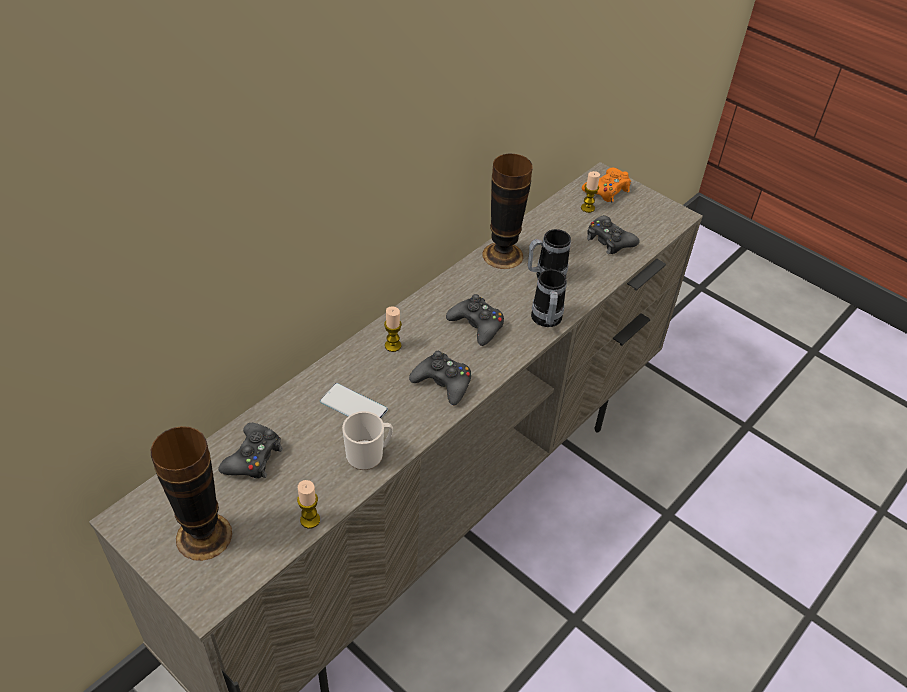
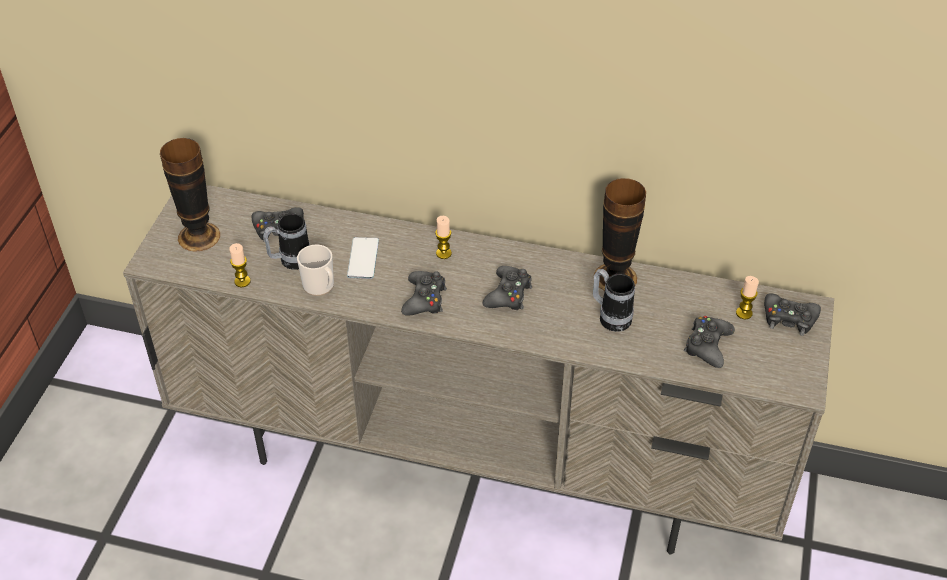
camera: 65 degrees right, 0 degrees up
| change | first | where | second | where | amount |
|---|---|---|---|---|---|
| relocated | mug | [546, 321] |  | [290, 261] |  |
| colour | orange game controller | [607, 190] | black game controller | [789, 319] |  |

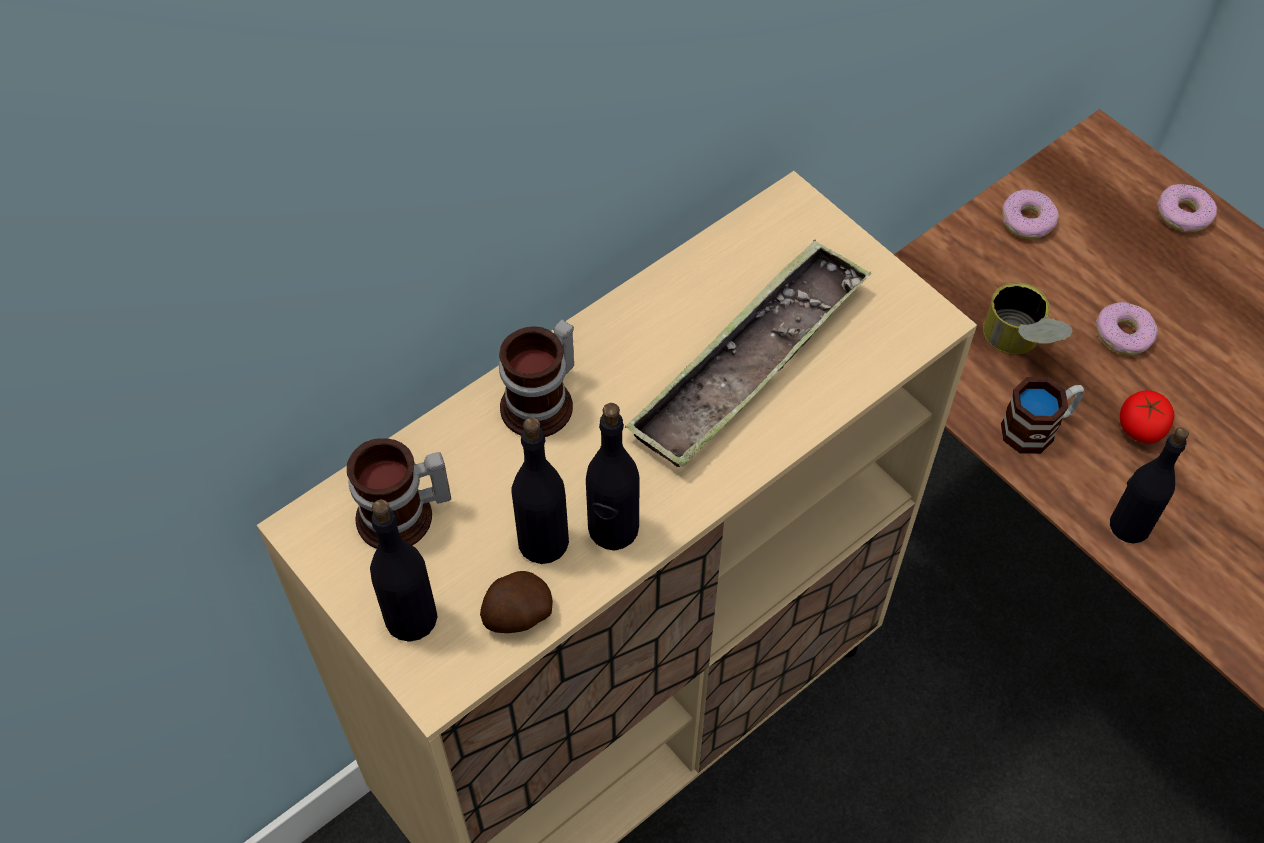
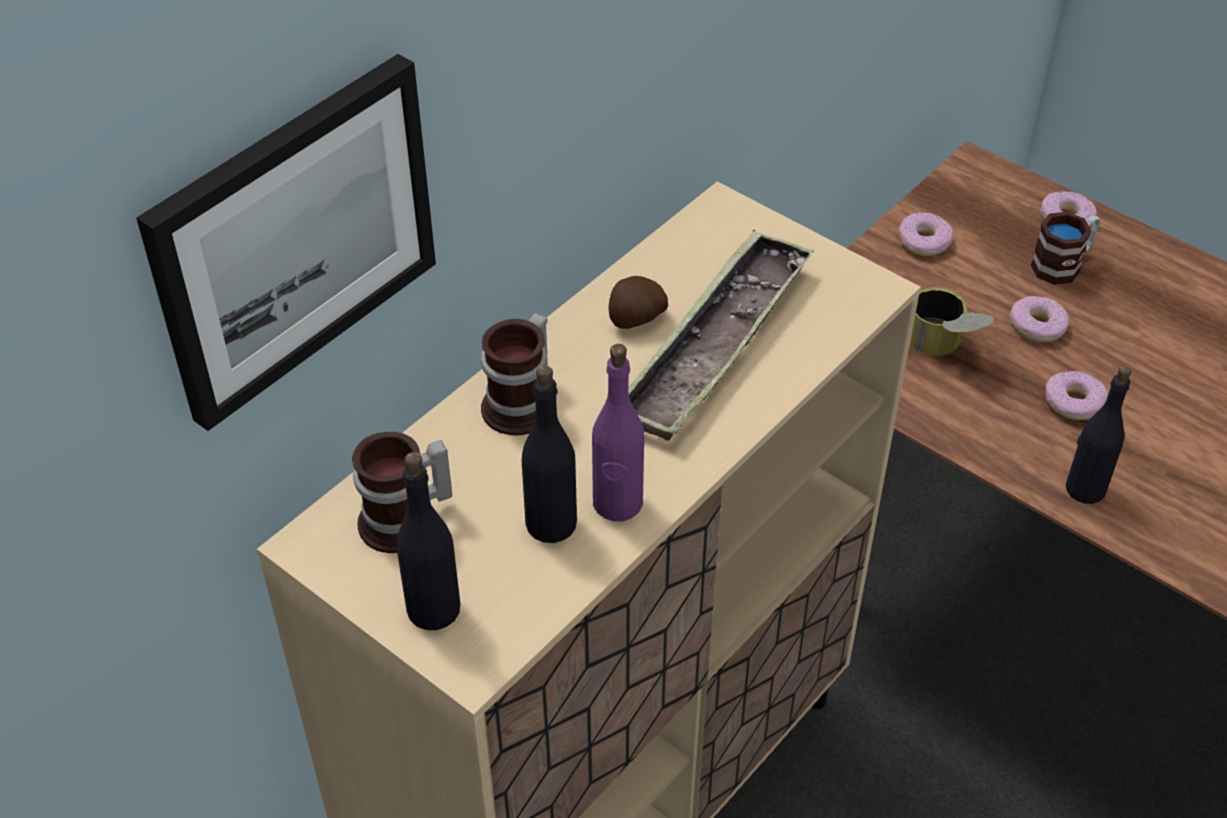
camera: 10 degrees left, 10 degrees down
| change | first | where | second | where | amount |
|---|---|---|---|---|---|
| relocated | potato | [516, 615] |  | [635, 319] |  |
| colour | black bottle | [613, 529] | purple bottle | [617, 503] |  |
| relocated | mug | [1037, 428] |  | [1063, 264] |  |
| exchanged | tomato | [1141, 427] | donut | [1073, 403] |  |
| appeared |  |  | picture | [294, 238] |  |

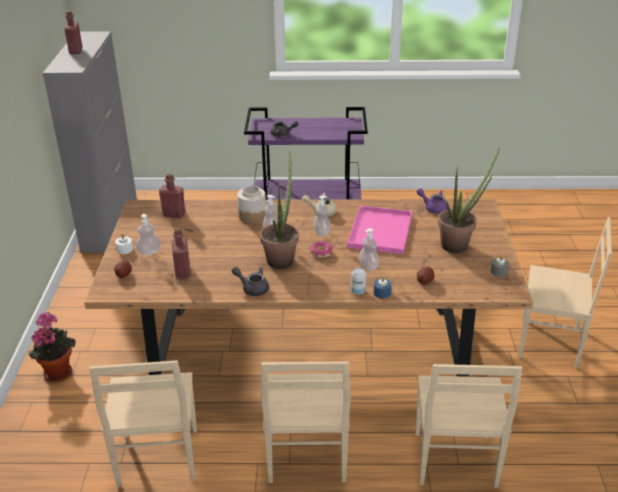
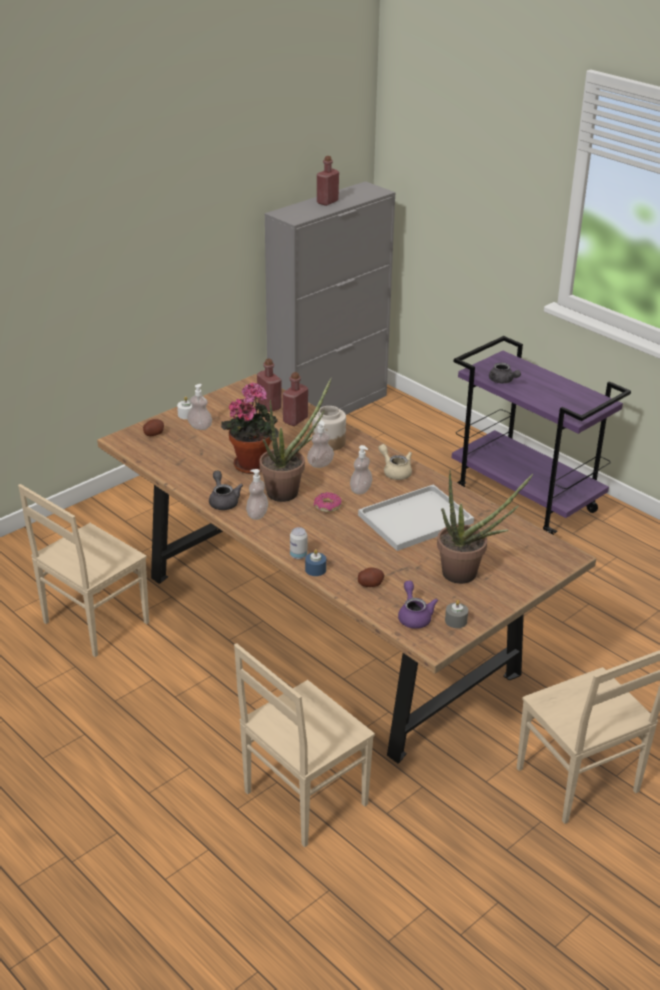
camera: 45 degrees right, 0 degrees up
| change | first | where | second | where | amount |
|---|---|---|---|---|---|
| relocated | potted plant | [58, 372] |  | [253, 464] |  |
| relocated | red bottle | [182, 272] |  | [295, 420] |  |
| missing | beige chair | [305, 457] |  |  |  |
| colour | pink tray | [381, 232] | white tray | [414, 520] |  |
| relocated | soap dispenser | [368, 266] |  | [257, 514] |  |
| relocated | purple teapot | [433, 208] |  | [414, 616] |  |

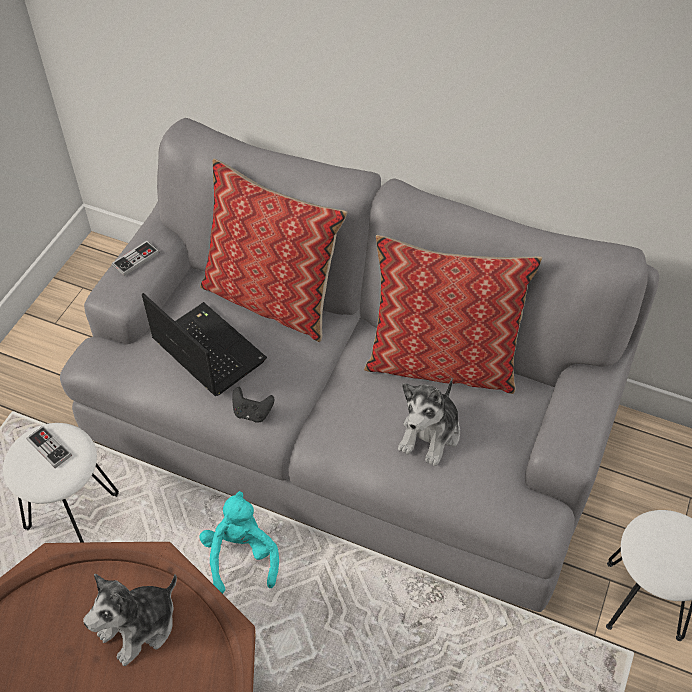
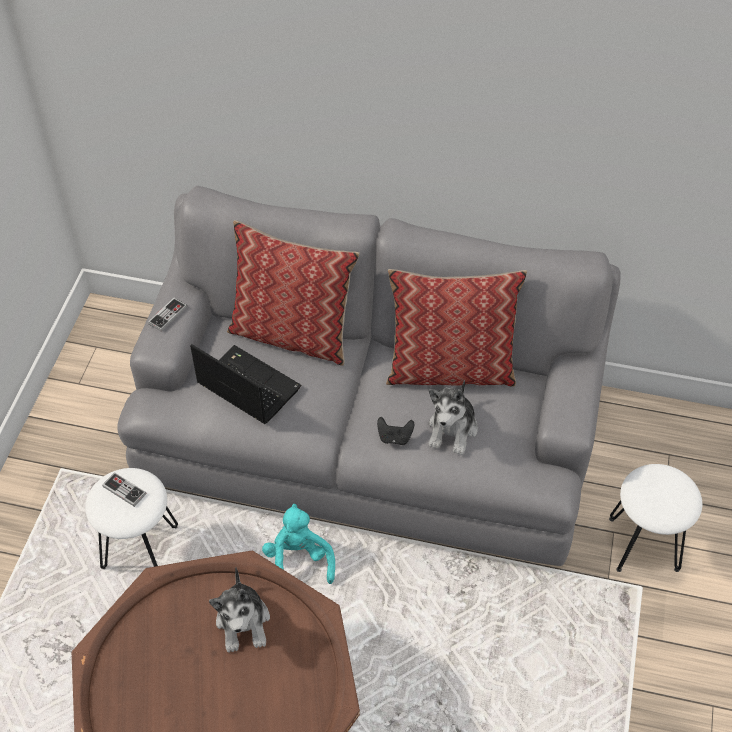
camera: 10 degrees left, 0 degrees up
| change | first | where | second | where | amount |
|---|---|---|---|---|---|
| spun | plush toy | [140, 626] |  | [243, 622] | 45 degrees counterclockwise |
| relocated | black game controller | [252, 413] |  | [394, 437] |  |

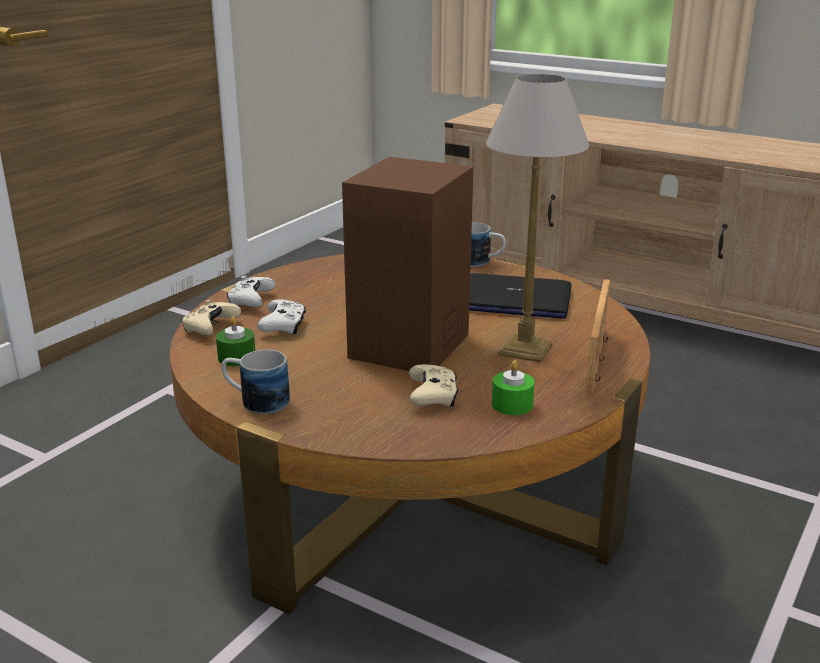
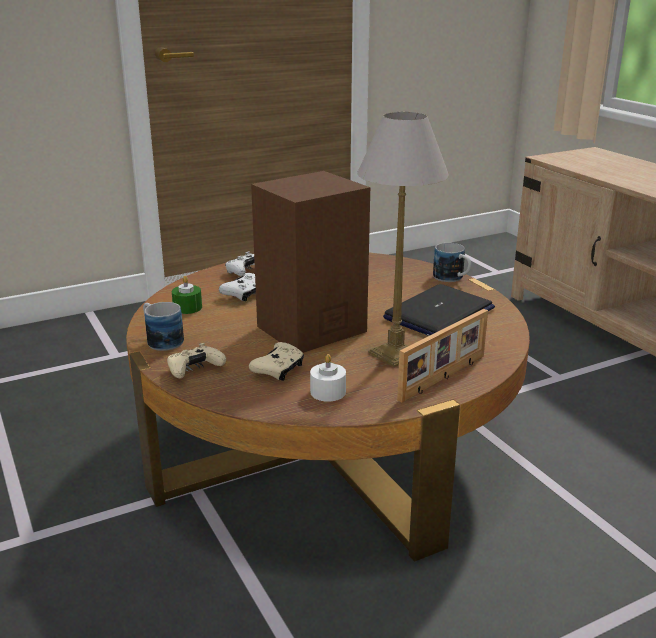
camera: 30 degrees right, 0 degrees up
| change | first | where | second | where | amount |
|---|---|---|---|---|---|
| relocated | beige game controller | [210, 327] |  | [194, 370] |  |
| spun | laptop | [513, 300] |  | [439, 314] | 90 degrees counterclockwise |
| colour | green candle | [512, 404] | white candle | [328, 392] |  |

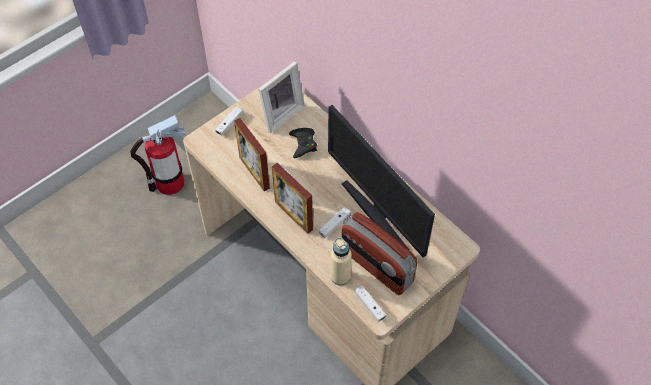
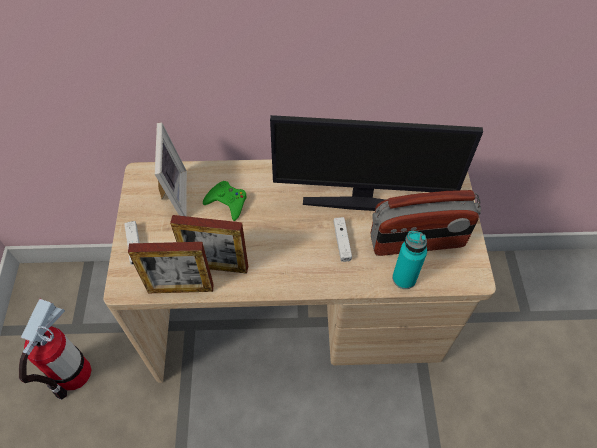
camera: 50 degrees left, 0 degrees up
| change | first | where | second | where | amount |
|---|---|---|---|---|---|
| relocated | picture frame | [293, 216] |  | [180, 288] |  |
| colour | black game controller | [303, 144] | green game controller | [227, 202] |  |
| colour | beige bottle | [340, 276] | turquoise bottle | [404, 278] |  |
| missing | white game controller | [369, 305] |  |  |  |

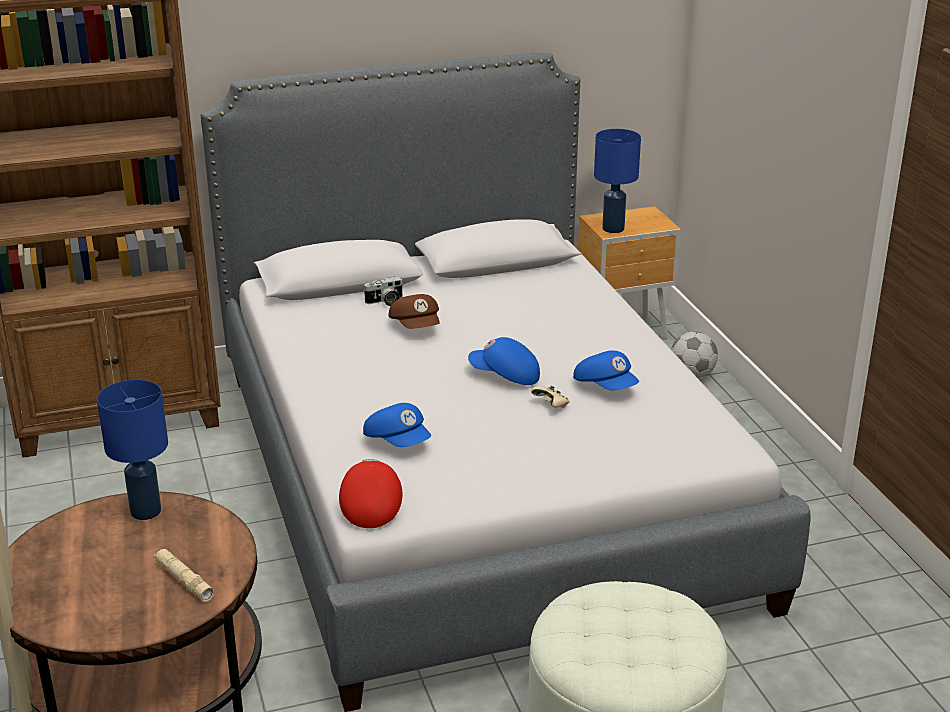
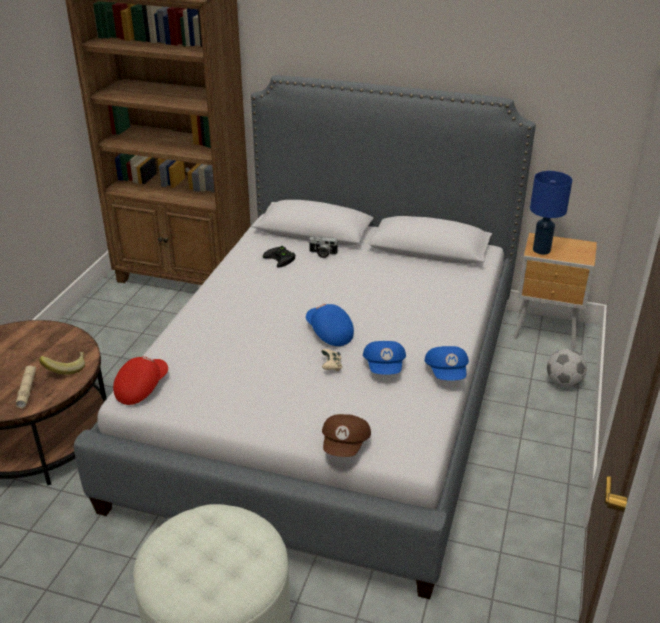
camera: 35 degrees right, 5 degrees up
| change | first | where | second | where | amount |
|---|---|---|---|---|---|
| missing | blue table lamp | [146, 510] |  |  |  |
| relocated | blue cap | [398, 441] |  | [447, 373] |  |
| relocated | brown cap | [416, 327] |  | [346, 445] |  |
| appeared |  |  | banana | [66, 369] |  |
| appeared |  |  | black game controller | [281, 259] |  |

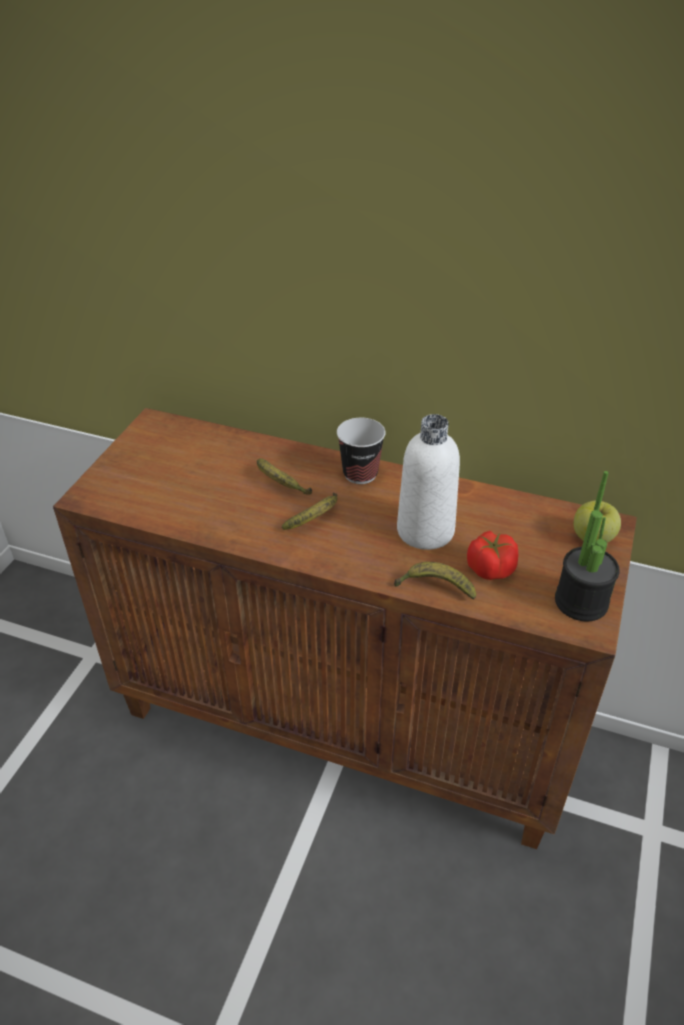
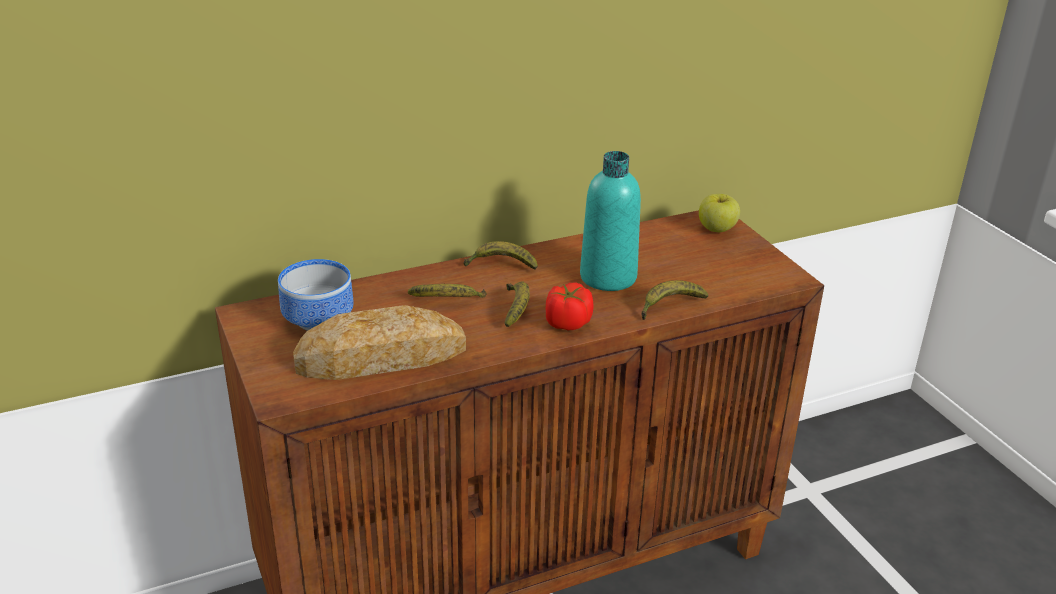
camera: 45 degrees left, 10 degrees down
| change | first | where | second | where | amount |
|---|---|---|---|---|---|
| exchanged | cup | [360, 474] | banana | [501, 265] |  |
| colour | white bottle | [425, 531] | turquoise bottle | [608, 277] |  |
| relocated | tomato | [490, 569] |  | [567, 323] |  |
| missing | potted plant | [581, 602] |  |  |  |
| appeared |  |  | bowl | [316, 321] |  |
| appeared |  |  | bread | [381, 357] |  |

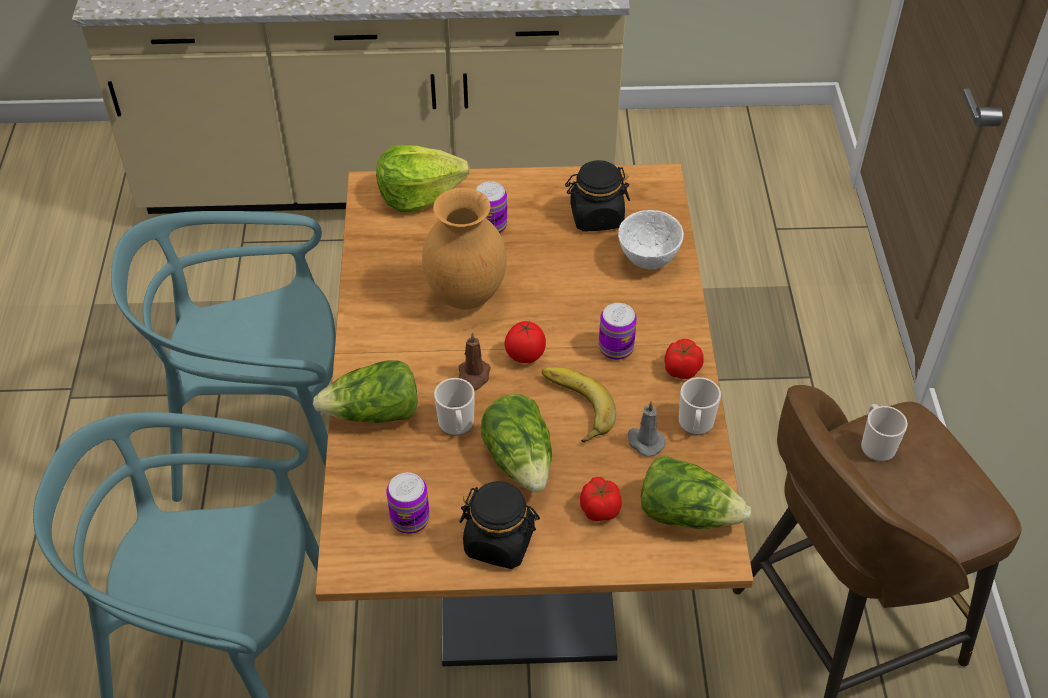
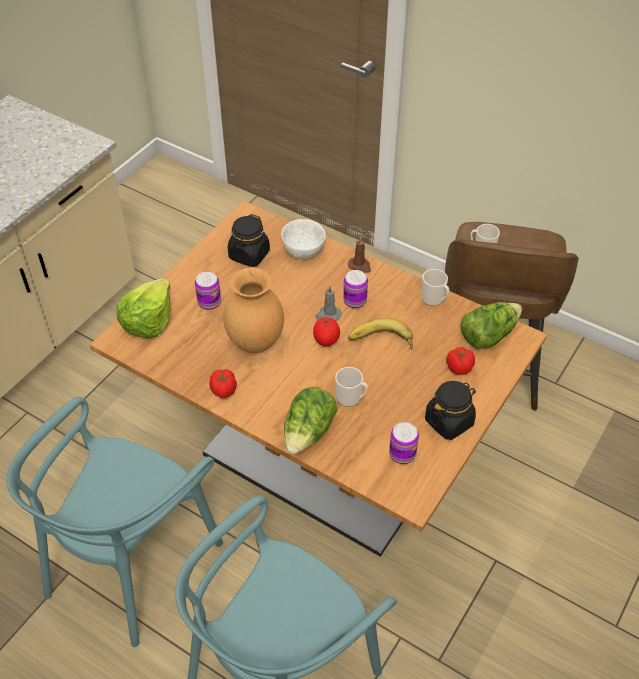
camera: 55 degrees left, 0 degrees up
| change | first | where | second | where | amount |
|---|---|---|---|---|---|
| relocated | brown candle | [474, 376] |  | [360, 266] |  |
| missing | lettuce | [520, 459] |  |  |  |
| relocated | grey candle | [644, 441] |  | [328, 315] |  |
| relocated | tomato | [681, 370] |  | [223, 391] |  |

